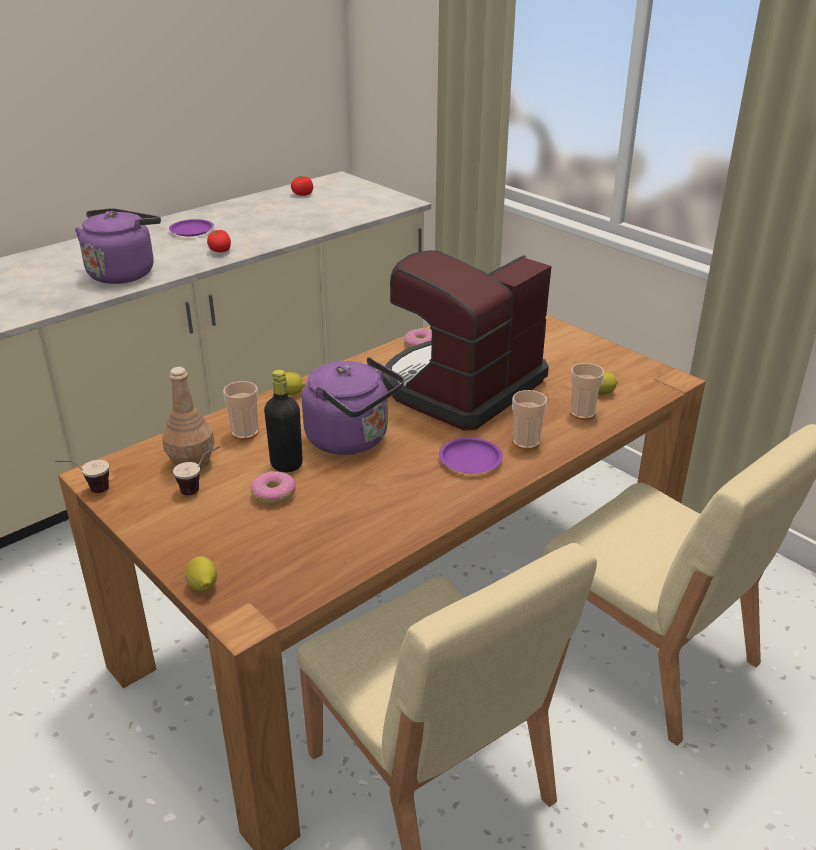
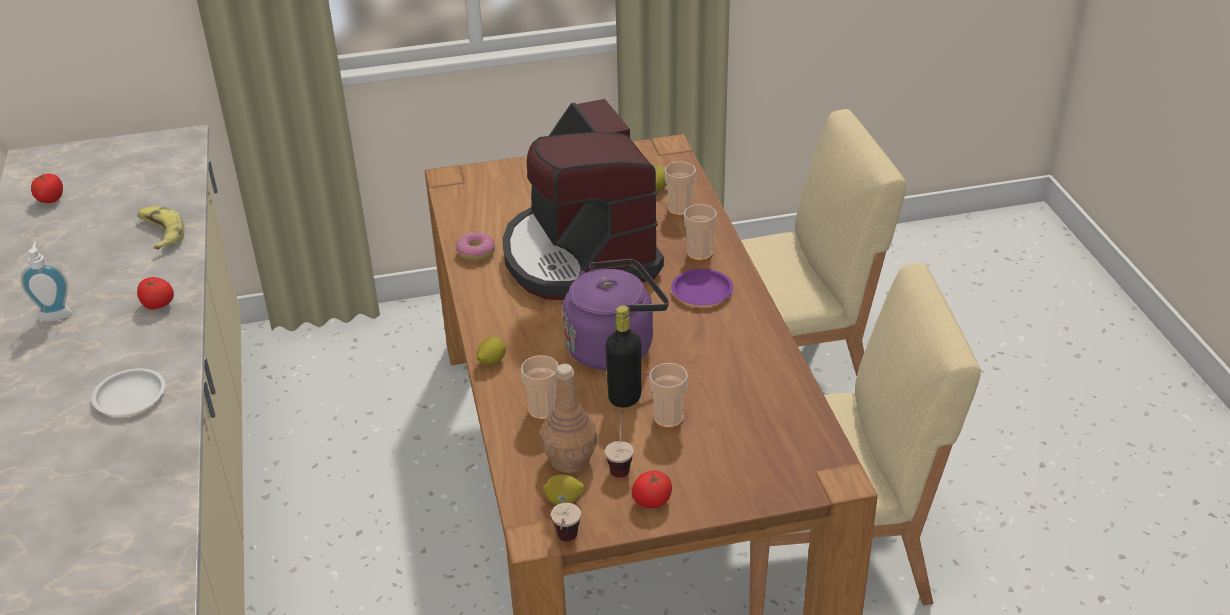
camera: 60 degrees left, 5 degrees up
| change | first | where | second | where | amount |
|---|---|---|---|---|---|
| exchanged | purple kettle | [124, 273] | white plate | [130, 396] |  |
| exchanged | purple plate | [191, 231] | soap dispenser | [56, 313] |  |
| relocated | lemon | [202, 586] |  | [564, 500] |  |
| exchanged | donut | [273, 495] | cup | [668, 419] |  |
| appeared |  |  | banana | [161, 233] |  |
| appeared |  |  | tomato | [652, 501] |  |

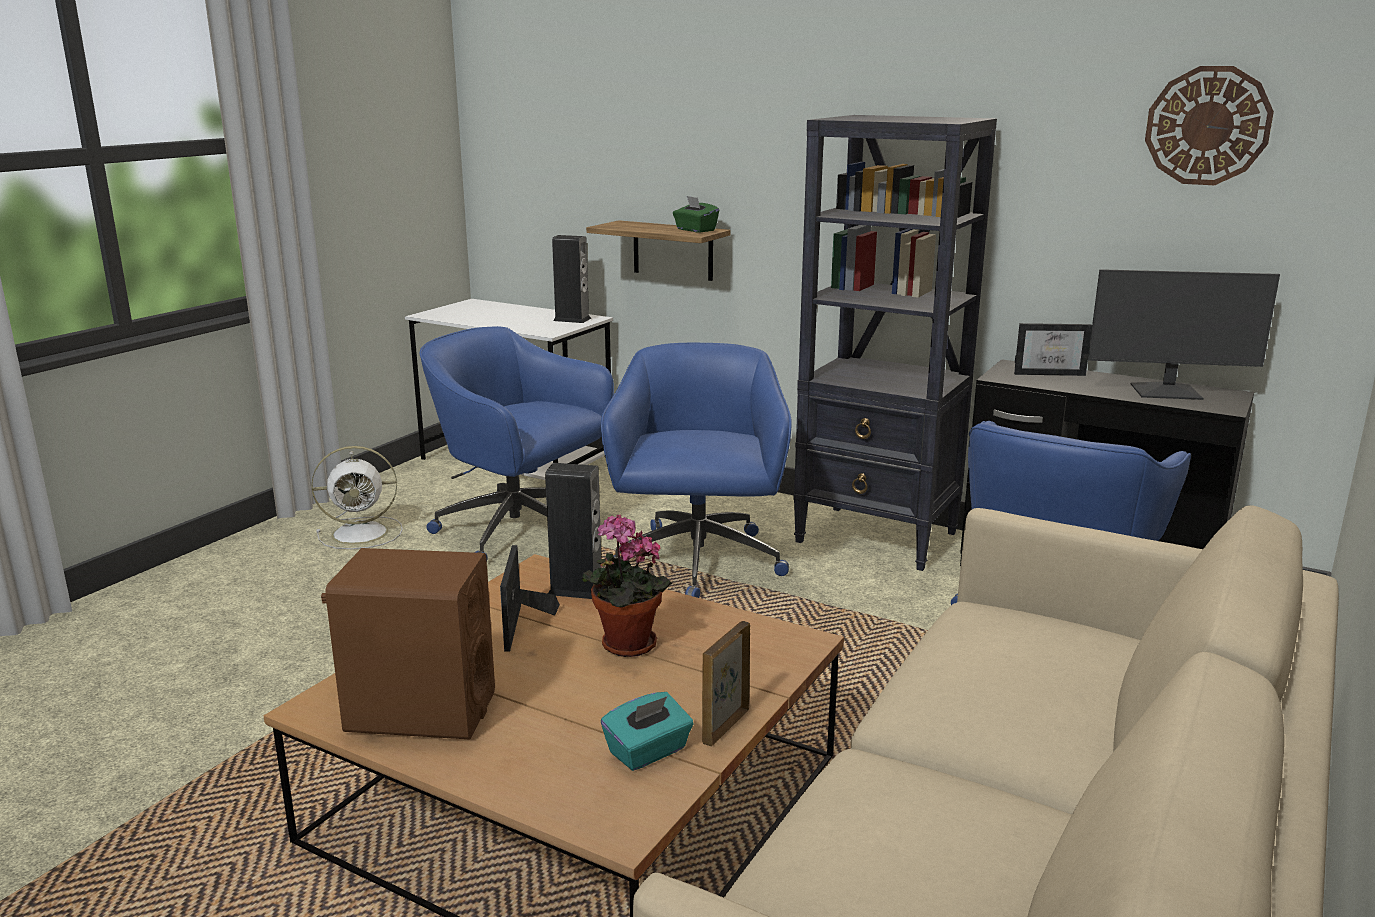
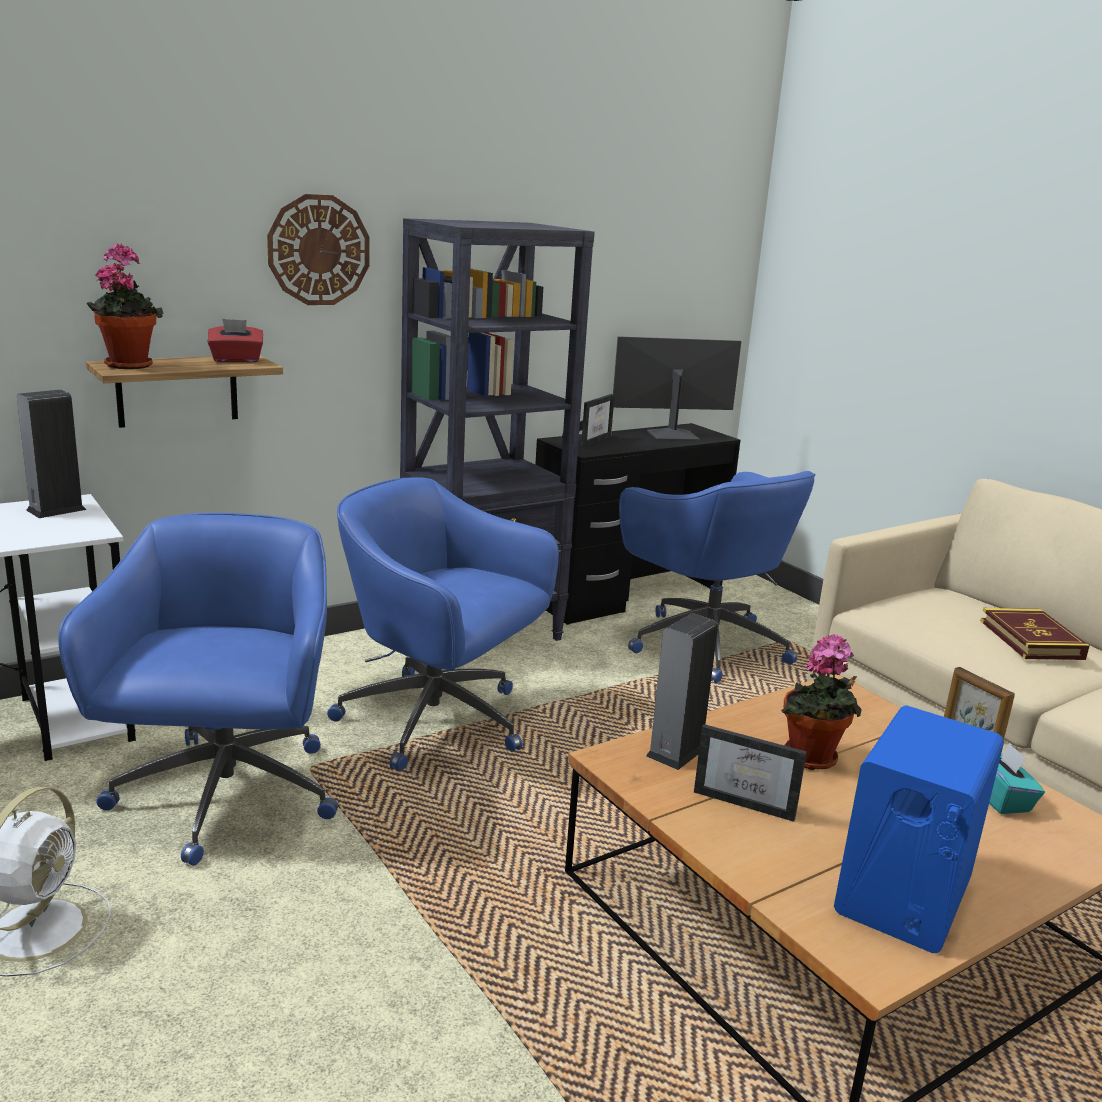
camera: 65 degrees left, 0 degrees up
| change | first | where | second | where | amount |
|---|---|---|---|---|---|
| colour | brown speaker | [420, 712] | blue speaker | [903, 897] |  |
| spun | blue office chair | [520, 532] |  | [224, 798] | 120 degrees clockwise |
| colour | green tissue box | [695, 230] | red tissue box | [236, 360] |  |
| spun | monitor | [1166, 392] |  | [672, 435] | 135 degrees counterclockwise |
| relocated | wall clock | [1207, 126] |  | [319, 250] |  |
| appeared |  |  | potted plant | [128, 364] |  |
| appeared |  |  | book | [1031, 639] |  |

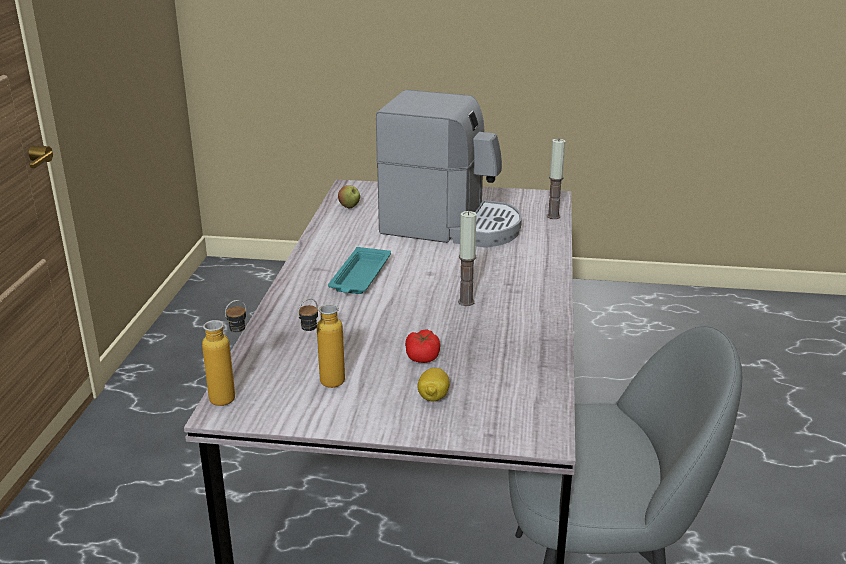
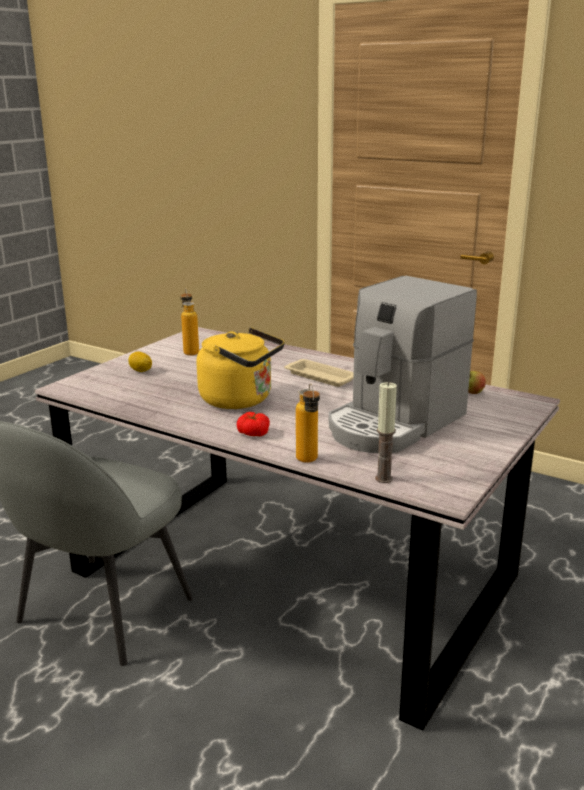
camera: 115 degrees right, 5 degrees down
| change | first | where | second | where | amount |
|---|---|---|---|---|---|
| relocated | bottle | [232, 395] |  | [308, 462] |  |
| colour | turquoise tray | [360, 277] | beige tray | [319, 377] |  |
| relocated | tomato | [422, 356] |  | [253, 433] |  |
| exchanged | candle | [466, 302] | yellow kettle | [240, 400] |  |

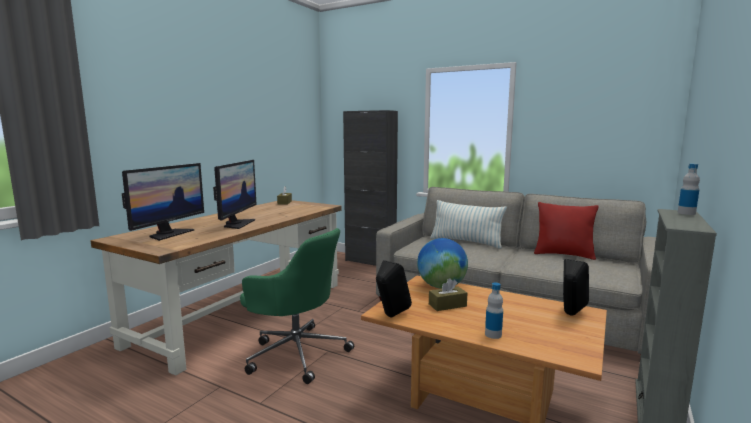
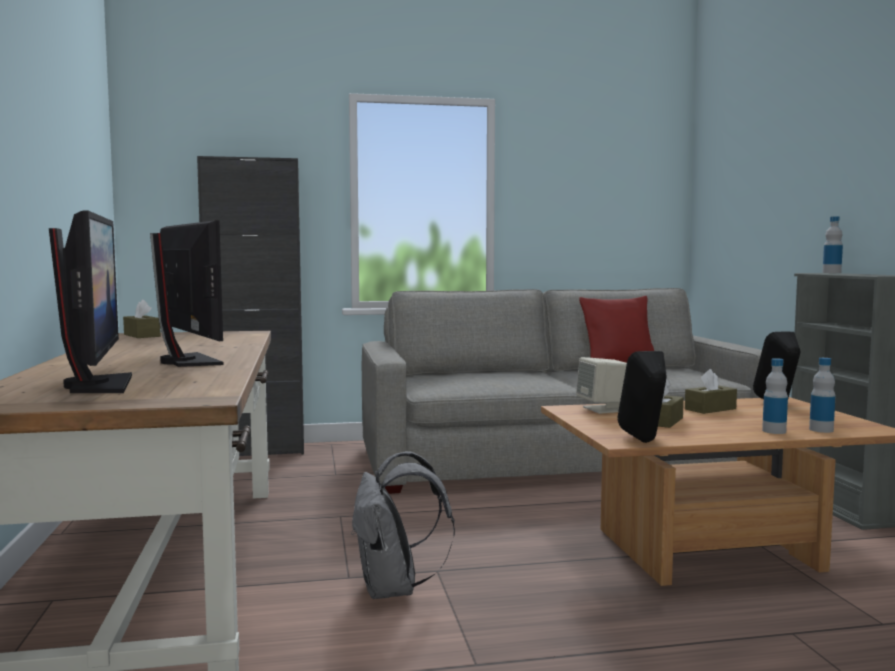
camera: 40 degrees left, 5 degrees down
| change | first | where | second | where | amount |
|---|---|---|---|---|---|
| exchanged | green office chair | [296, 353] | grey backpack | [394, 589] |  |
| exchanged | globe | [441, 287] | beige speaker | [604, 409] |  |
| missing | pillow | [466, 242] |  |  |  |
| appeared |  |  | brown tissue box | [710, 409] |  |
| appeared |  |  | bottle | [821, 430] |  |

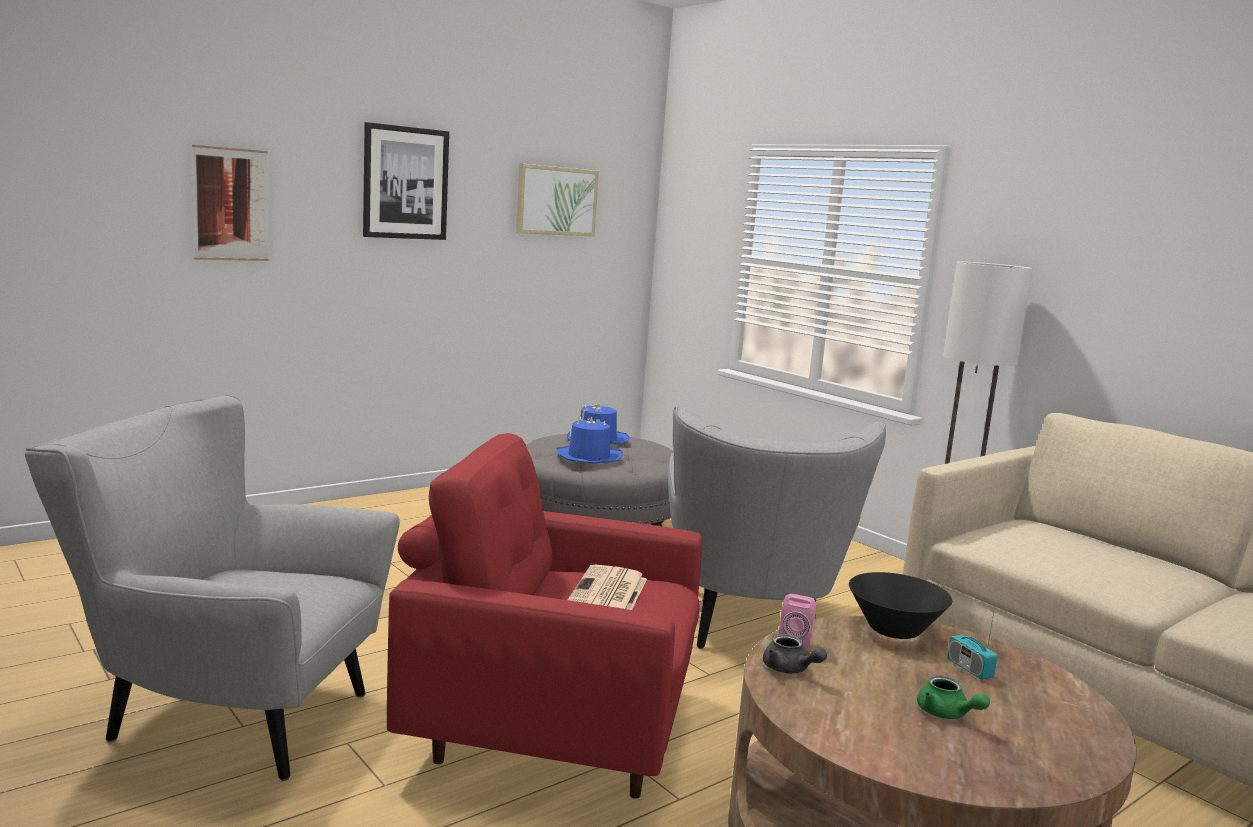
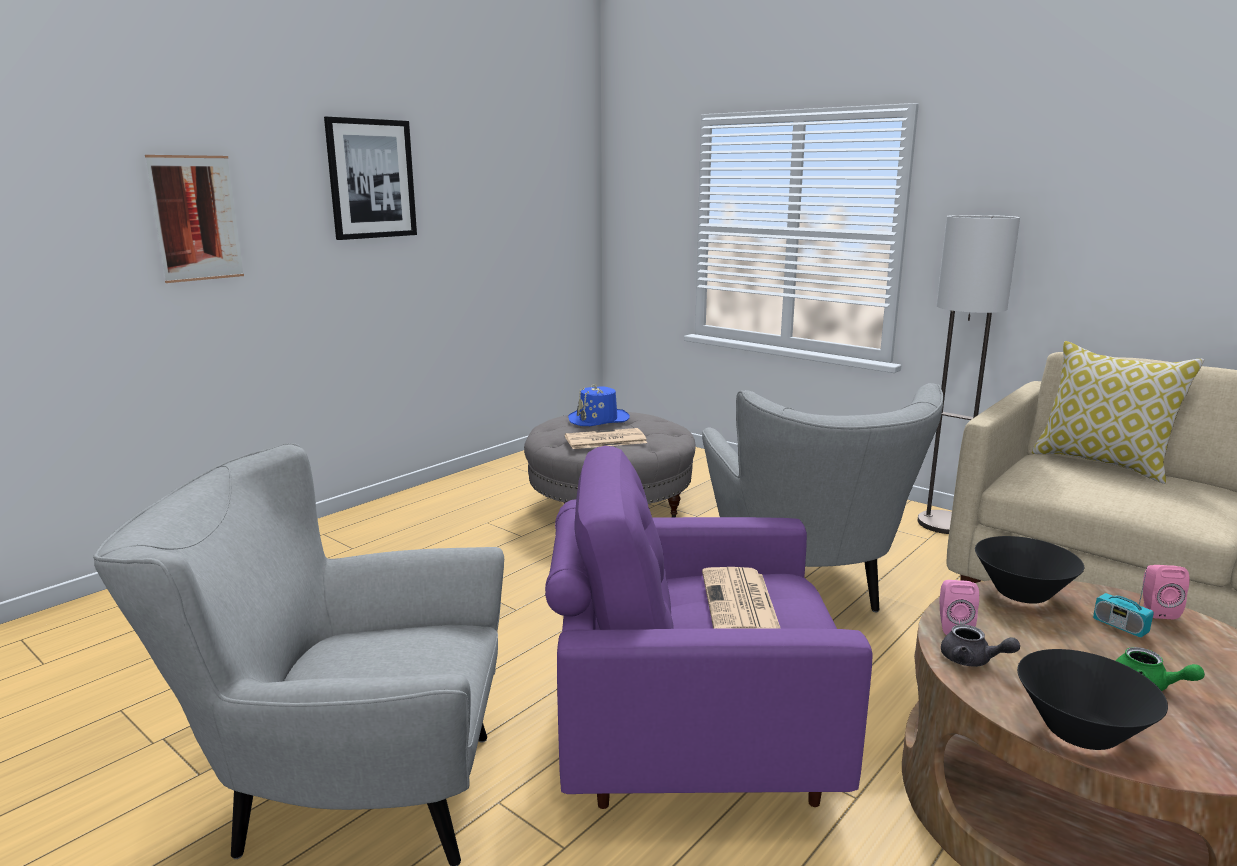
camera: 10 degrees left, 5 degrees up
| change | first | where | second | where | amount |
|---|---|---|---|---|---|
| colour | red armchair | [551, 728] | purple armchair | [691, 740] |  |
| missing | picture | [556, 201] |  |  |  |
| exchanged | blue hat | [588, 457] | newspaper | [604, 440] |  |
| appeared |  |  | black bowl | [1080, 731] |  |
| appeared |  |  | pillow | [1102, 463] |  |
| appeared |  |  | pink speaker | [1156, 610] |  |

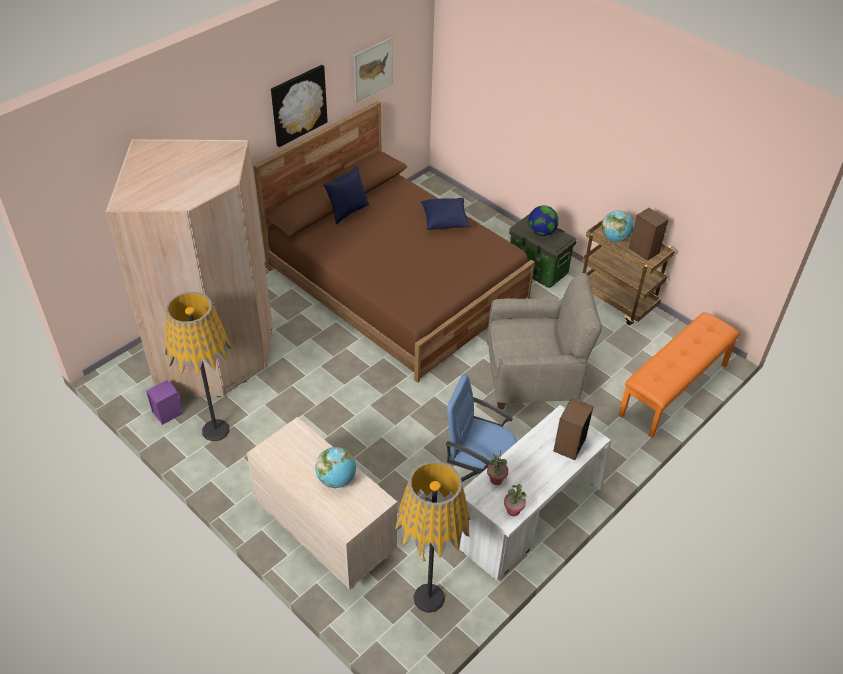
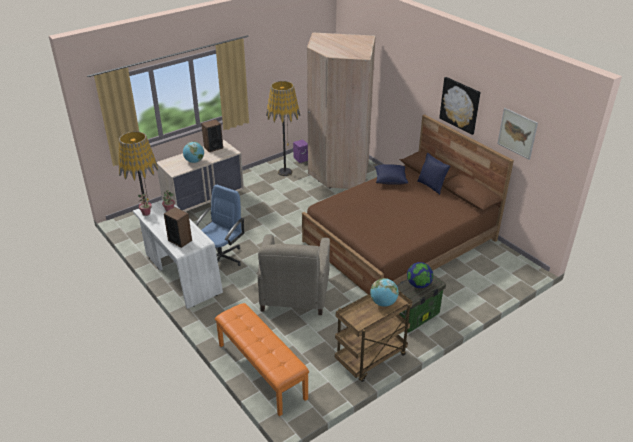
camera: 100 degrees right, 10 degrees down
| change | first | where | second | where | amount |
|---|---|---|---|---|---|
| relocated | blue pillow | [444, 221] |  | [390, 180] |  |
| relocated | speaker | [644, 250] |  | [213, 147] |  |

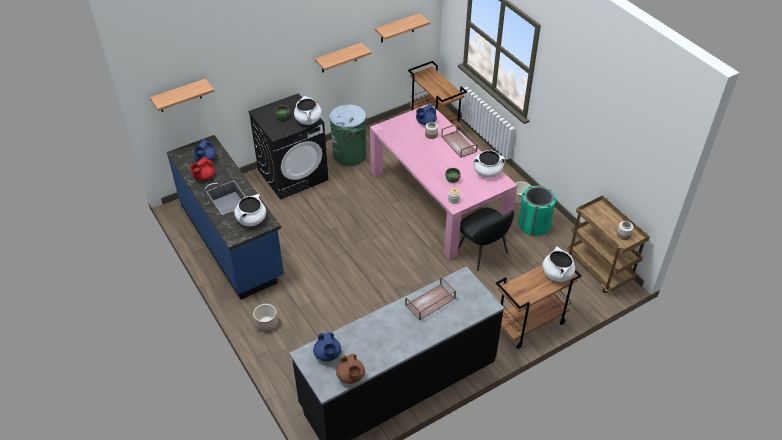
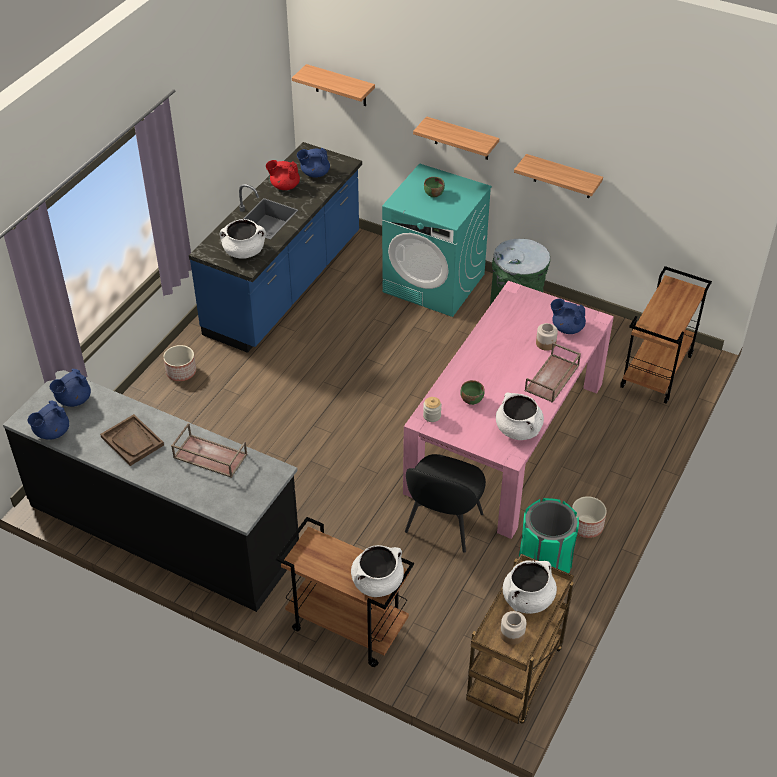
camera: 60 degrees right, 0 degrees up
| change | first | where | second | where | amount |
|---|---|---|---|---|---|
| colour | black washing machine | [293, 175] | turquoise washing machine | [434, 283] |  |
| relocated | white cooking pot | [308, 120] |  | [527, 599] |  |
| colour | brown teapot | [351, 377] | blue teapot | [51, 433] |  |
| relocated | shelf | [397, 28] |  | [462, 139] |  |
| appeared |  |  | brown tray | [132, 441] |  |

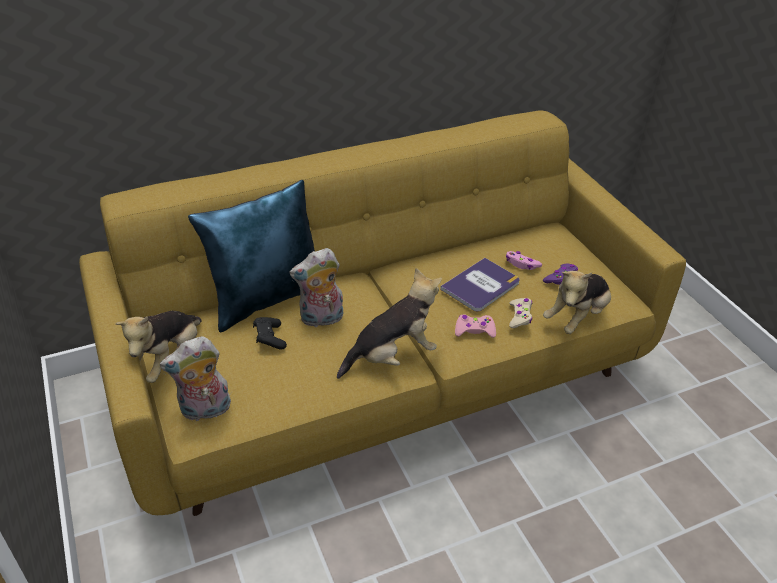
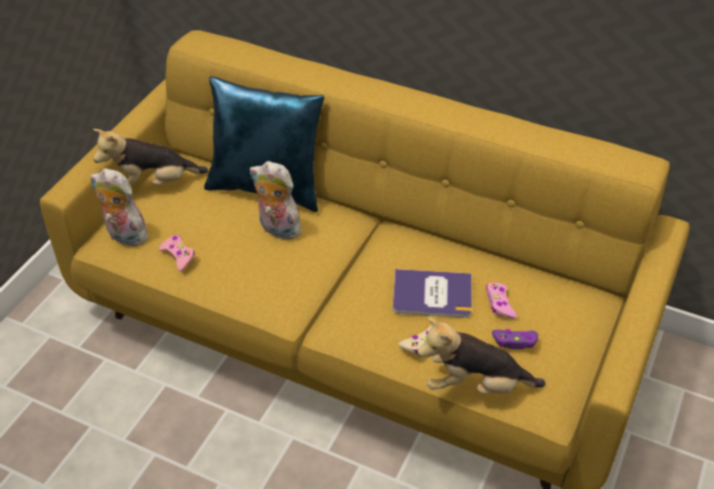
camera: 50 degrees right, 5 degrees up
| change | first | where | second | where | amount |
|---|---|---|---|---|---|
| missing | black game controller | [269, 338] |  |  |  |
| missing | plush toy | [392, 356] |  |  |  |
| relocated | pink game controller | [474, 330] |  | [178, 255] |  |

